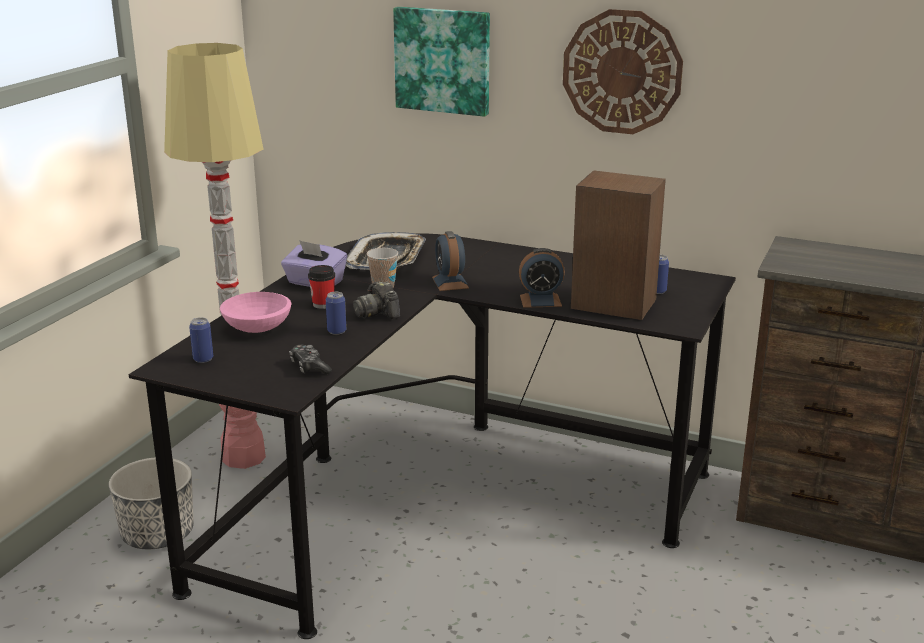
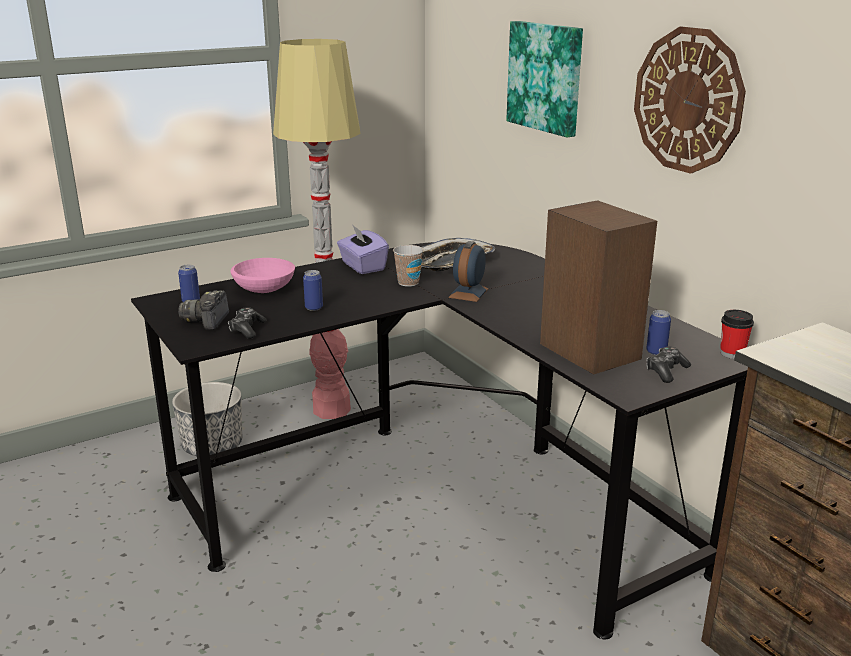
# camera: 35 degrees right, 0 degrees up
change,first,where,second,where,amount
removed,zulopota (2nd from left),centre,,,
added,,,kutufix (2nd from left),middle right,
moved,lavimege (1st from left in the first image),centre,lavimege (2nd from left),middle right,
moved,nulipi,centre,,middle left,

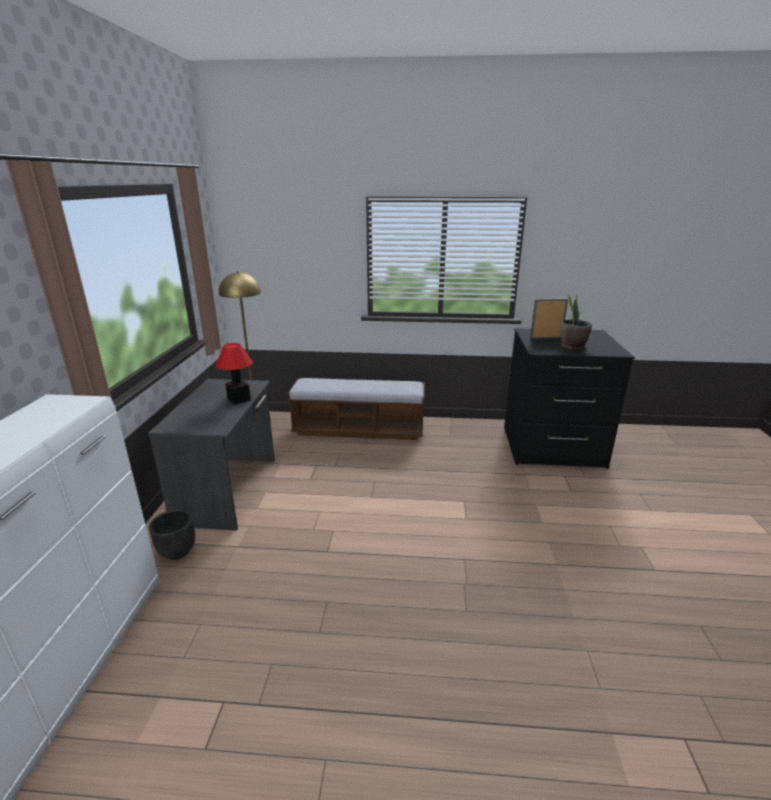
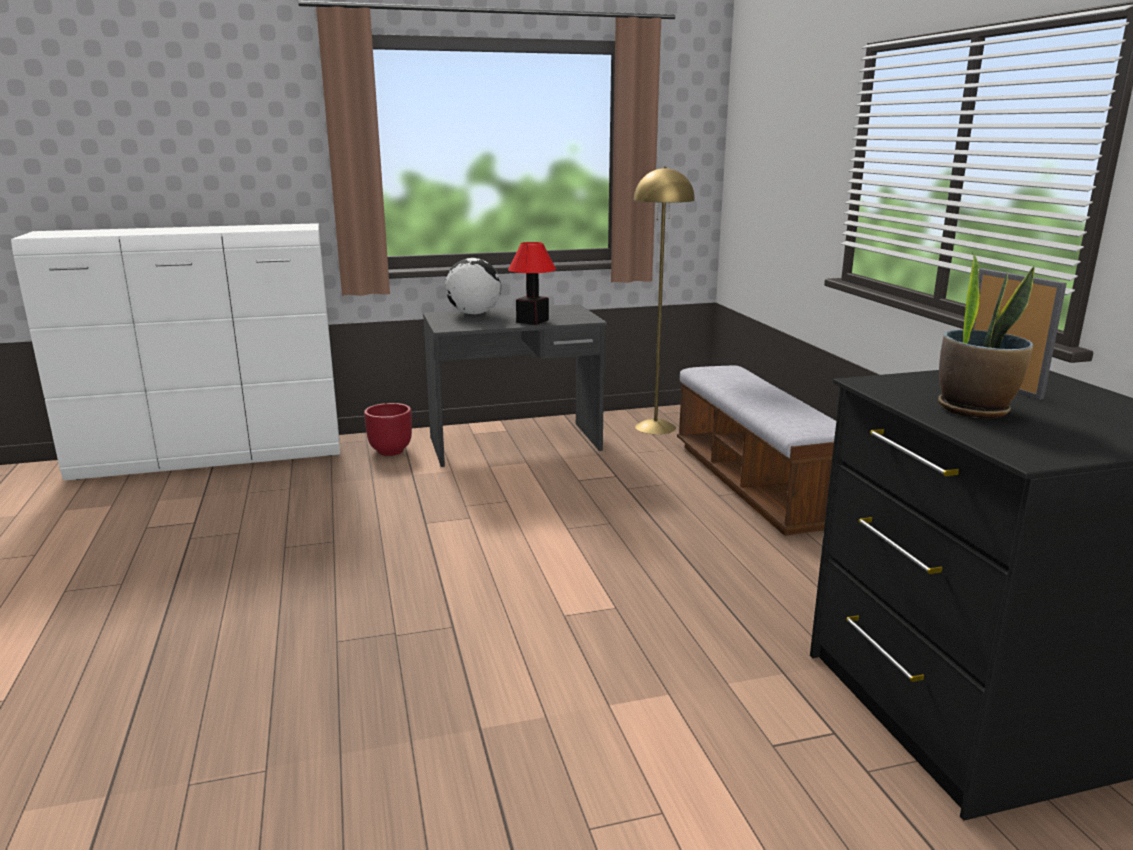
# camera: 70 degrees right, 5 degrees down
change,first,where,second,where,amount
added,,,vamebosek,centre,
recoloured,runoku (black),bottom left,runoku (red),centre,

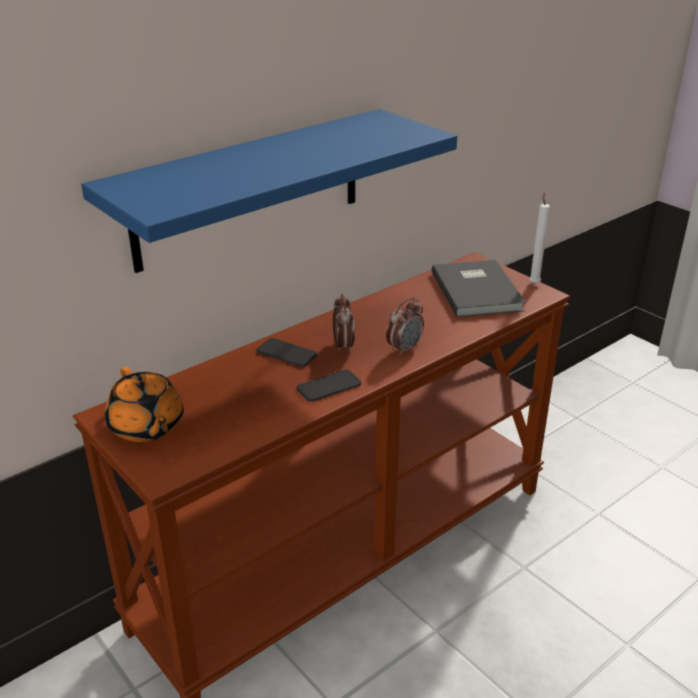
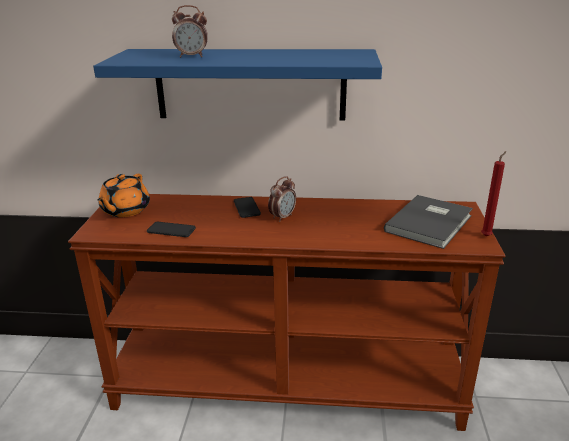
# camera: 45 degrees right, 5 degrees down
change,first,where,second,where,amount
moved,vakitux (2nd from left in the first image),centre,vakitux (1st from left),middle left,
moved,zulopota (2nd from left in the first image),centre,zulopota (1st from left),top centre,
recoloured,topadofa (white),middle right,topadofa (red),middle right,

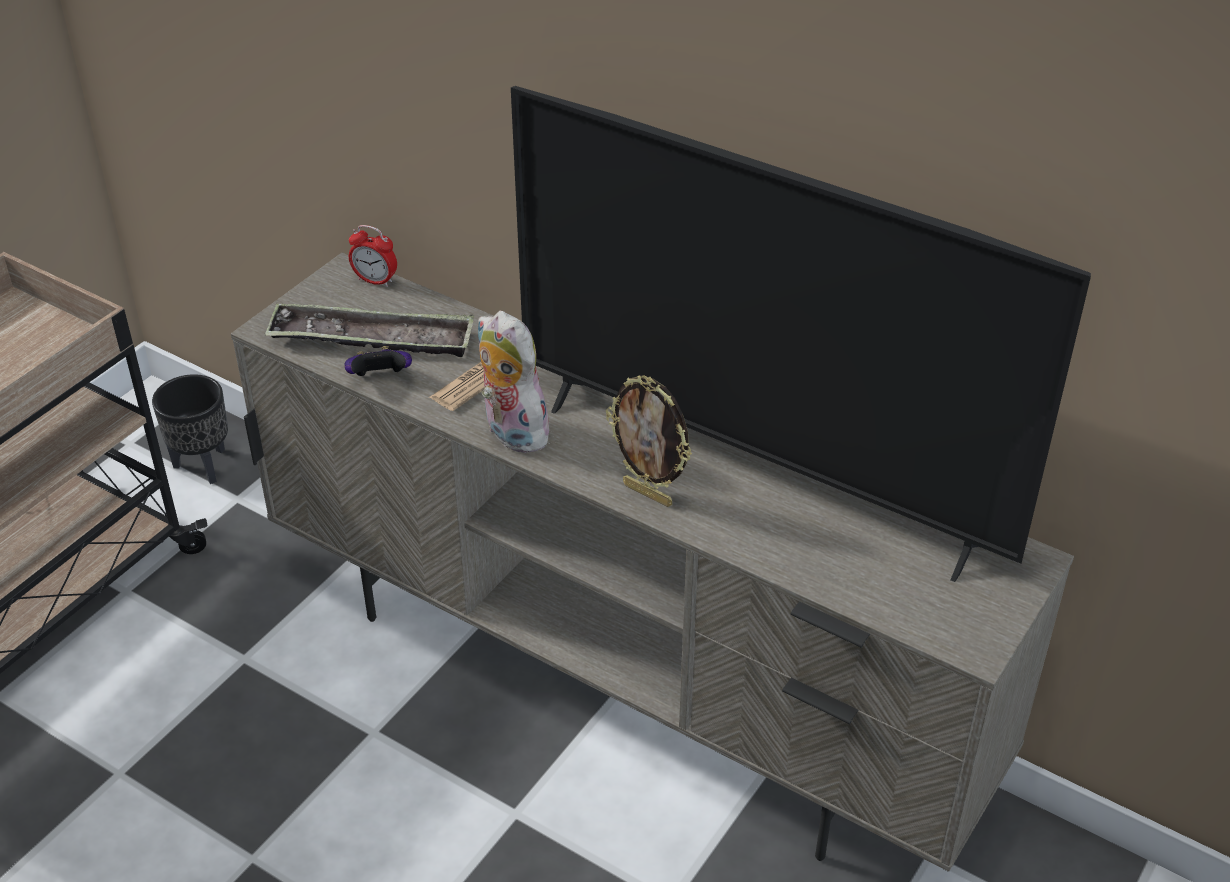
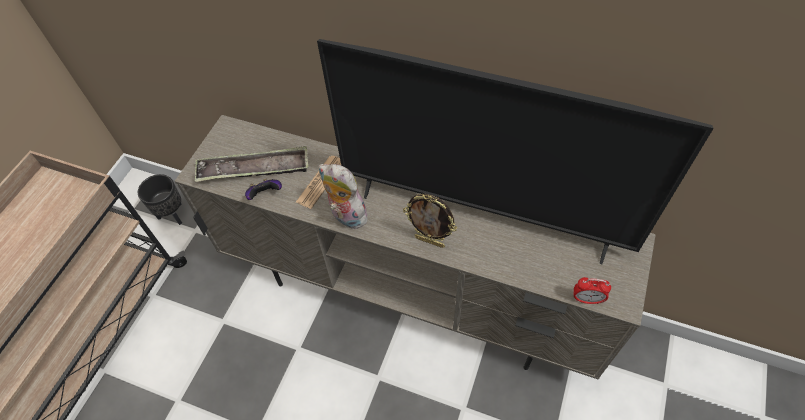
# camera: 10 degrees left, 15 degrees up
change,first,where,second,where,amount
moved,zulopota,top left,,bottom right,

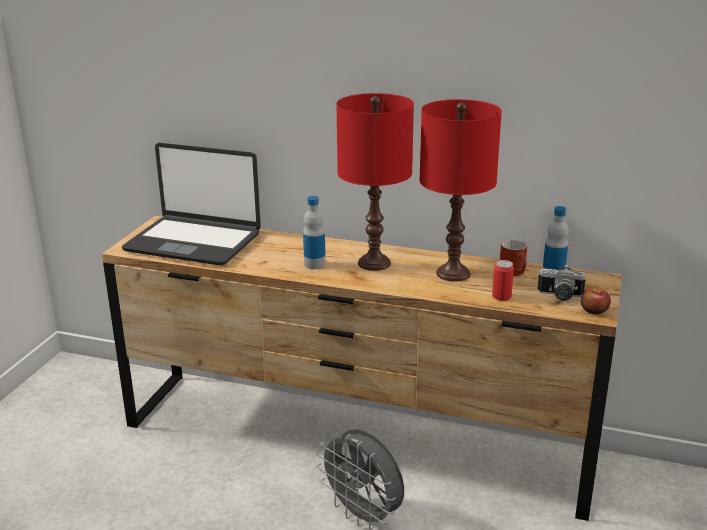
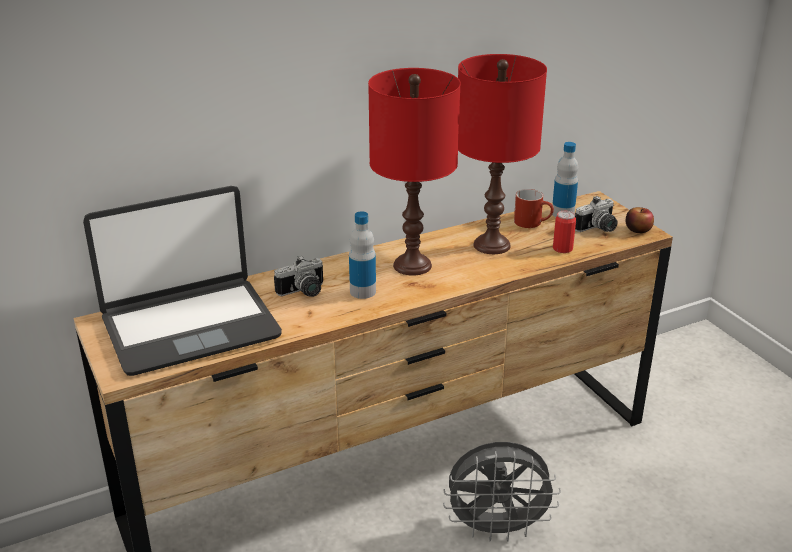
# camera: 45 degrees left, 5 degrees up
change,first,where,second,where,amount
added,,,nulipi (1st from left),centre,

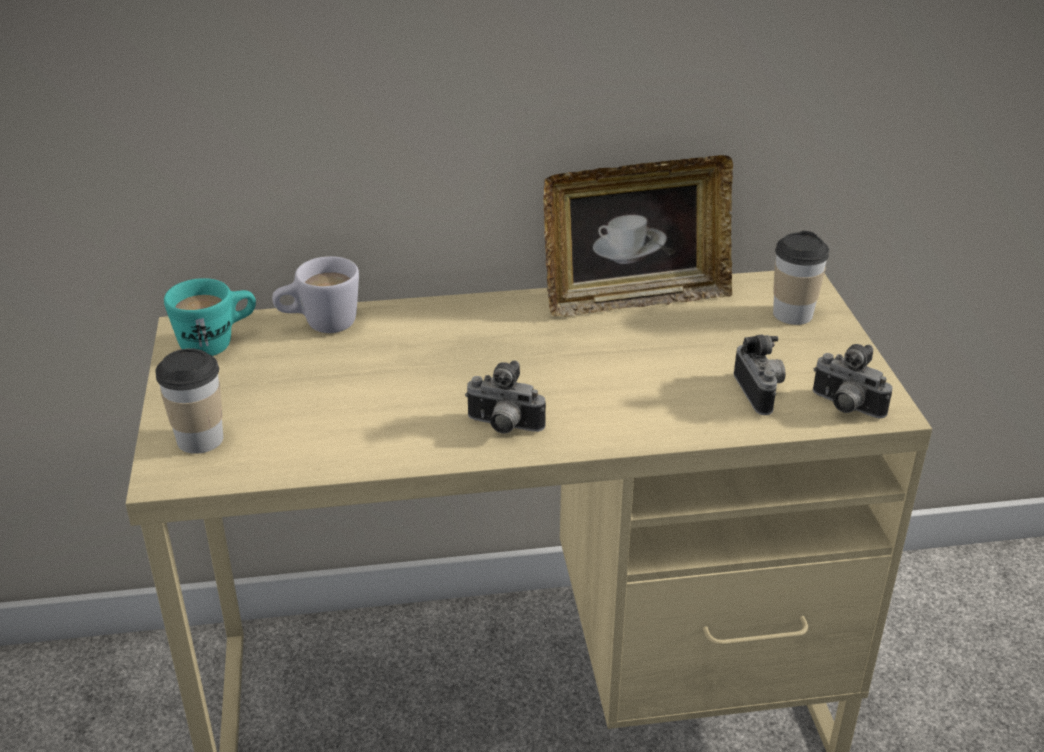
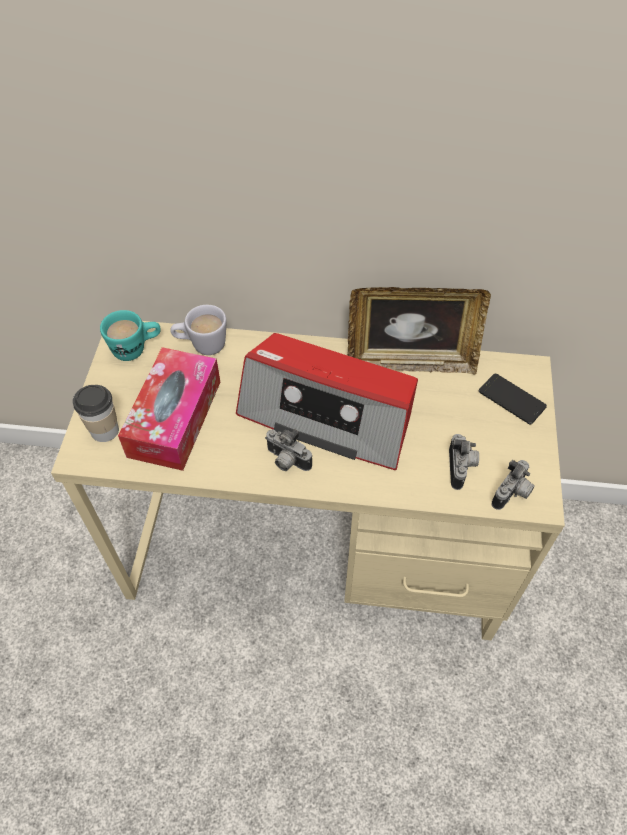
# camera: 15 degrees right, 20 degrees up
change,first,where,second,where,amount
added,,,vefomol,middle left,
added,,,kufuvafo,centre,
replaced,lavimege (2nd from left),middle right,vakitux,middle right,
turned,nulipi (3rd from left),middle right,,middle right,105 degrees counterclockwise

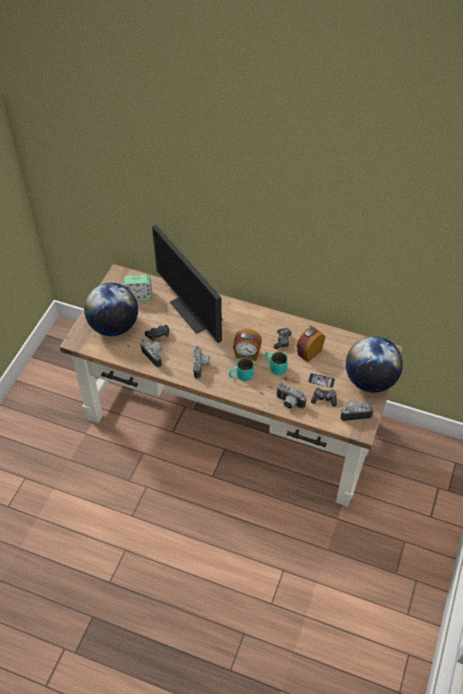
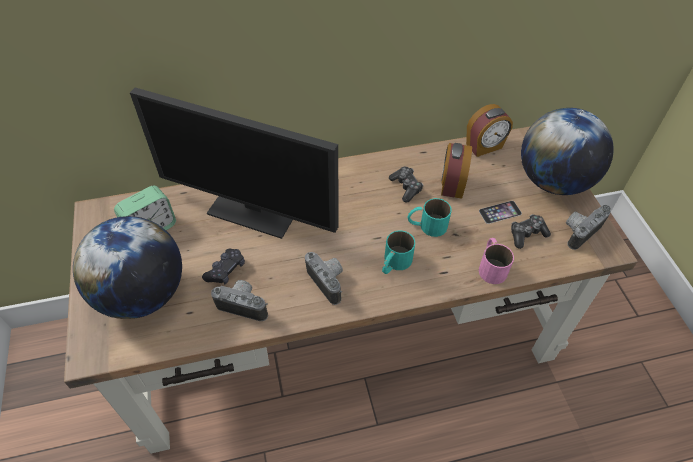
# camera: 35 degrees left, 0 degrees up
change,first,where,second,where,amount
moved,zulopota (2nd from left in the first image),centre,zulopota (3rd from left),top right,
replaced,nulipi (3rd from left),centre,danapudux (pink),middle right,

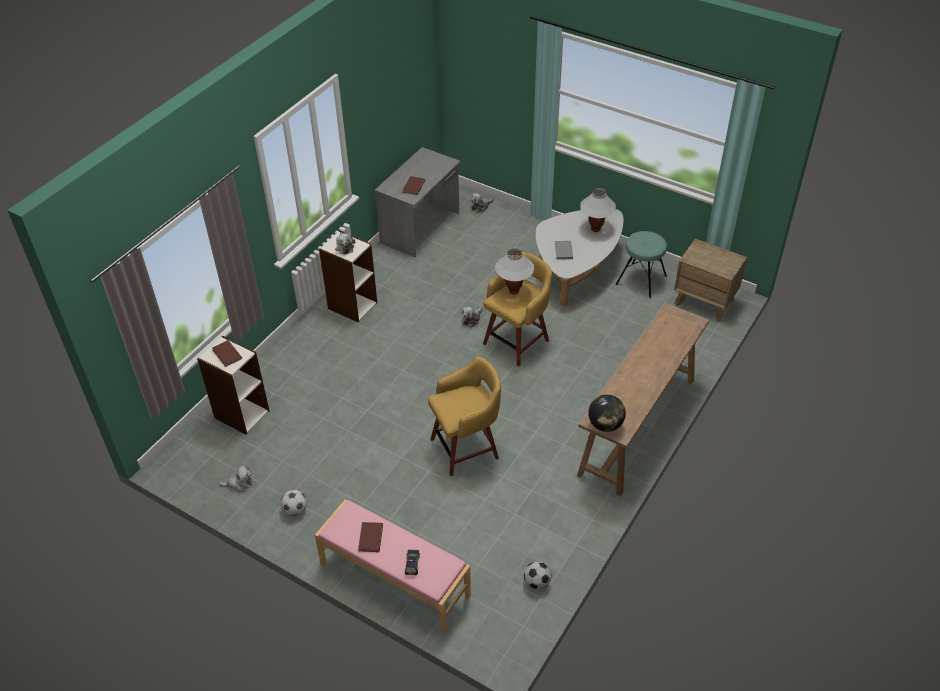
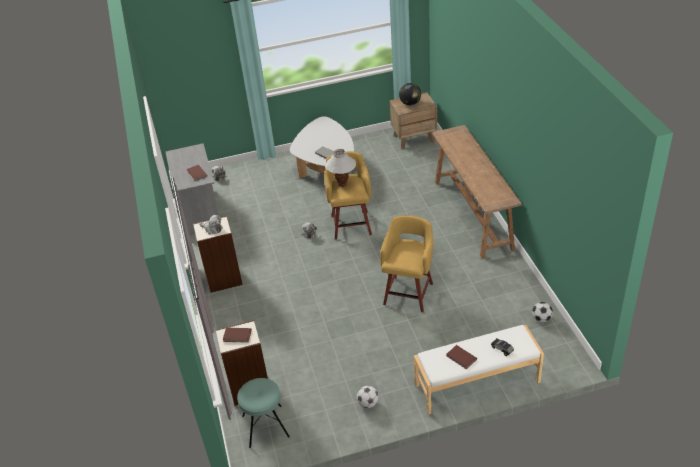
# camera: 45 degrees left, 5 degrees down
change,first,where,second,where,amount
removed,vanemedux (1st from left),bottom left,,,
removed,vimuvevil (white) (2nd from left),top centre,,,
moved,vamebosek,centre,,top centre,
moved,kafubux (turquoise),middle right,,bottom centre,
recoloured,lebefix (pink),bottom centre,lebefix (white),bottom right,

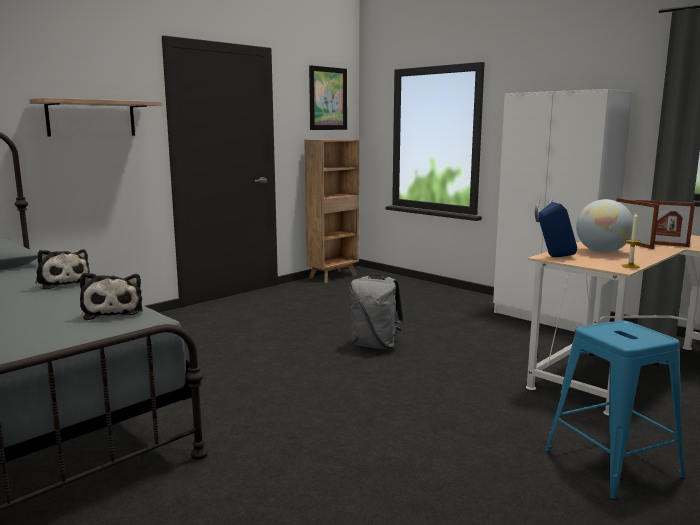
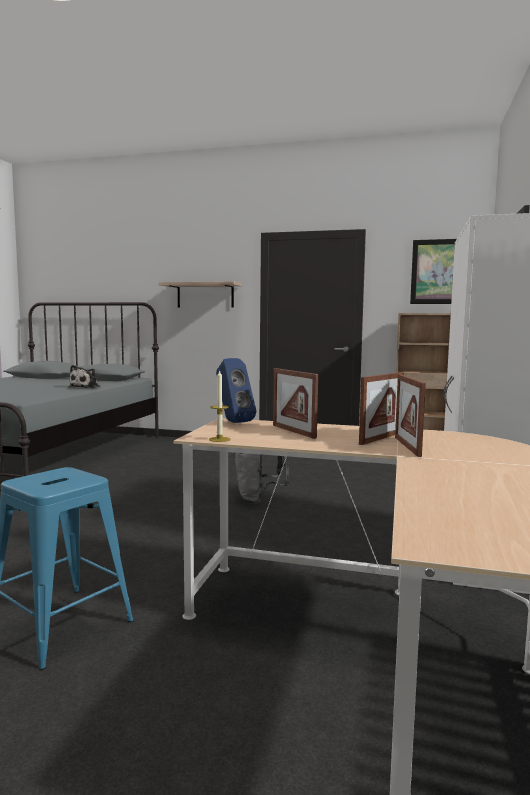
# camera: 60 degrees right, 5 degrees down
change,first,where,second,where,amount
removed,vanemedux (2nd from left),middle left,,,
replaced,vamebosek,middle right,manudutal (1st from left),centre,

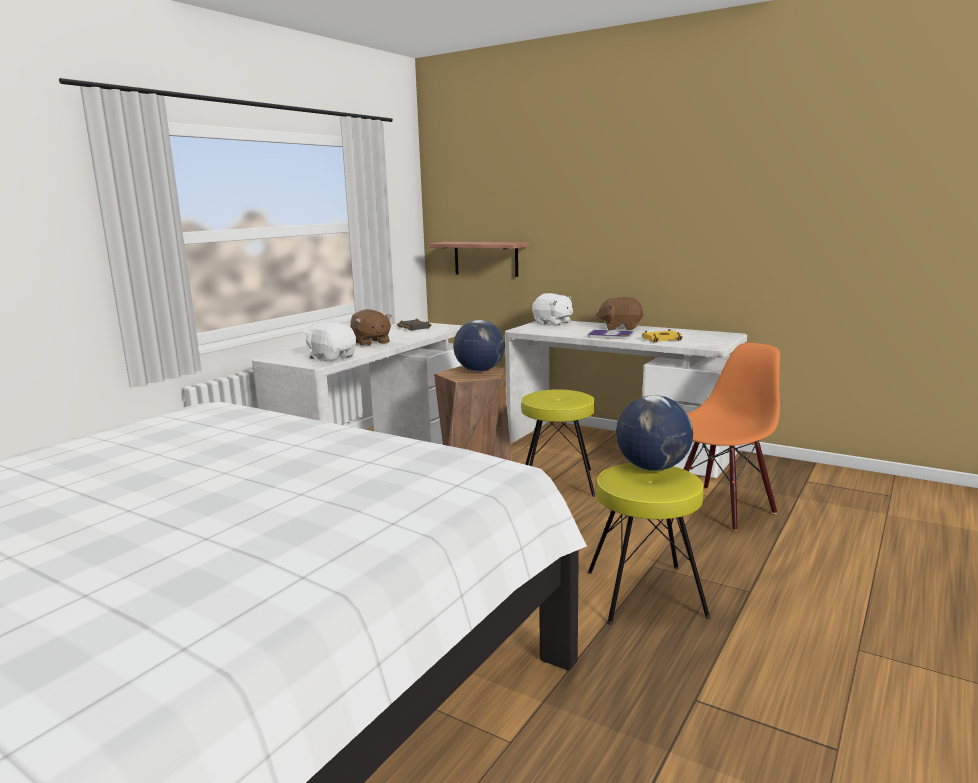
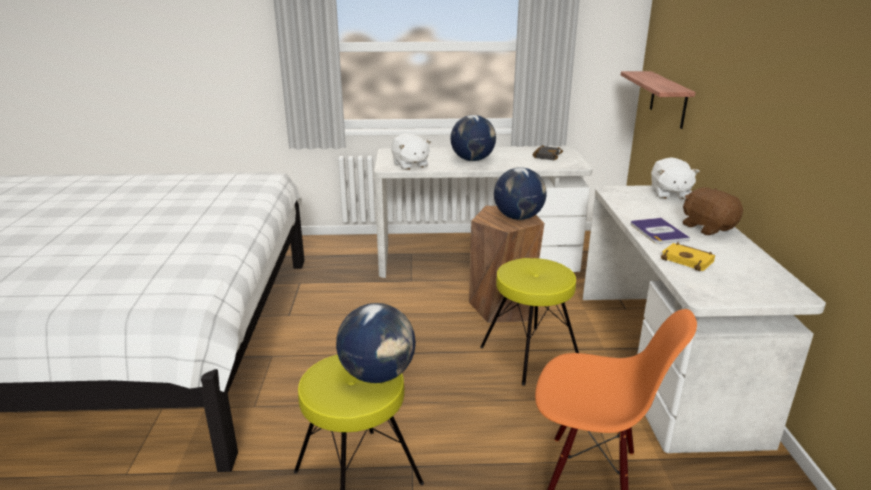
# camera: 55 degrees right, 10 degrees up
change,first,where,second,where,amount
replaced,vanemedux (brown) (1st from left),centre,vamebosek (2nd from left),top centre,
turned,vanemedux (white) (1st from left),centre,,top centre,150 degrees clockwise

